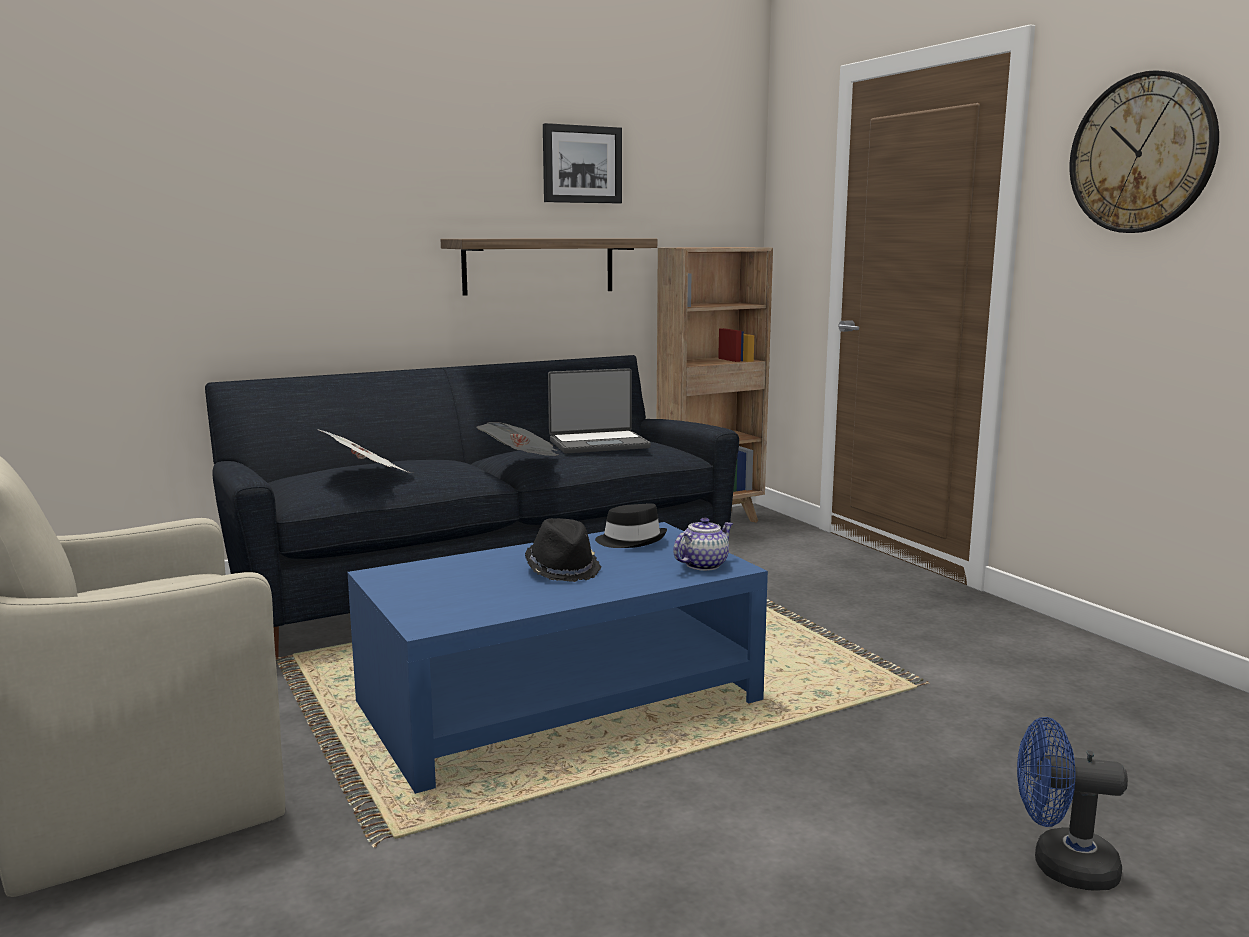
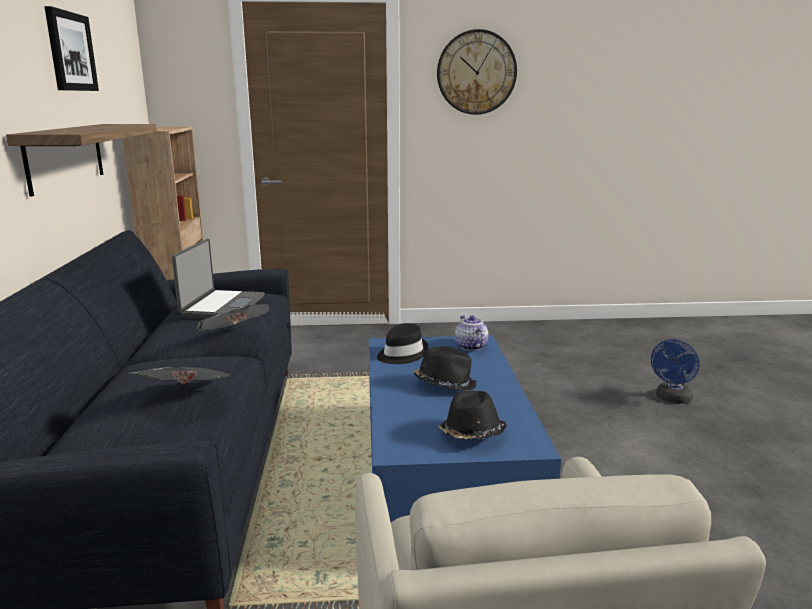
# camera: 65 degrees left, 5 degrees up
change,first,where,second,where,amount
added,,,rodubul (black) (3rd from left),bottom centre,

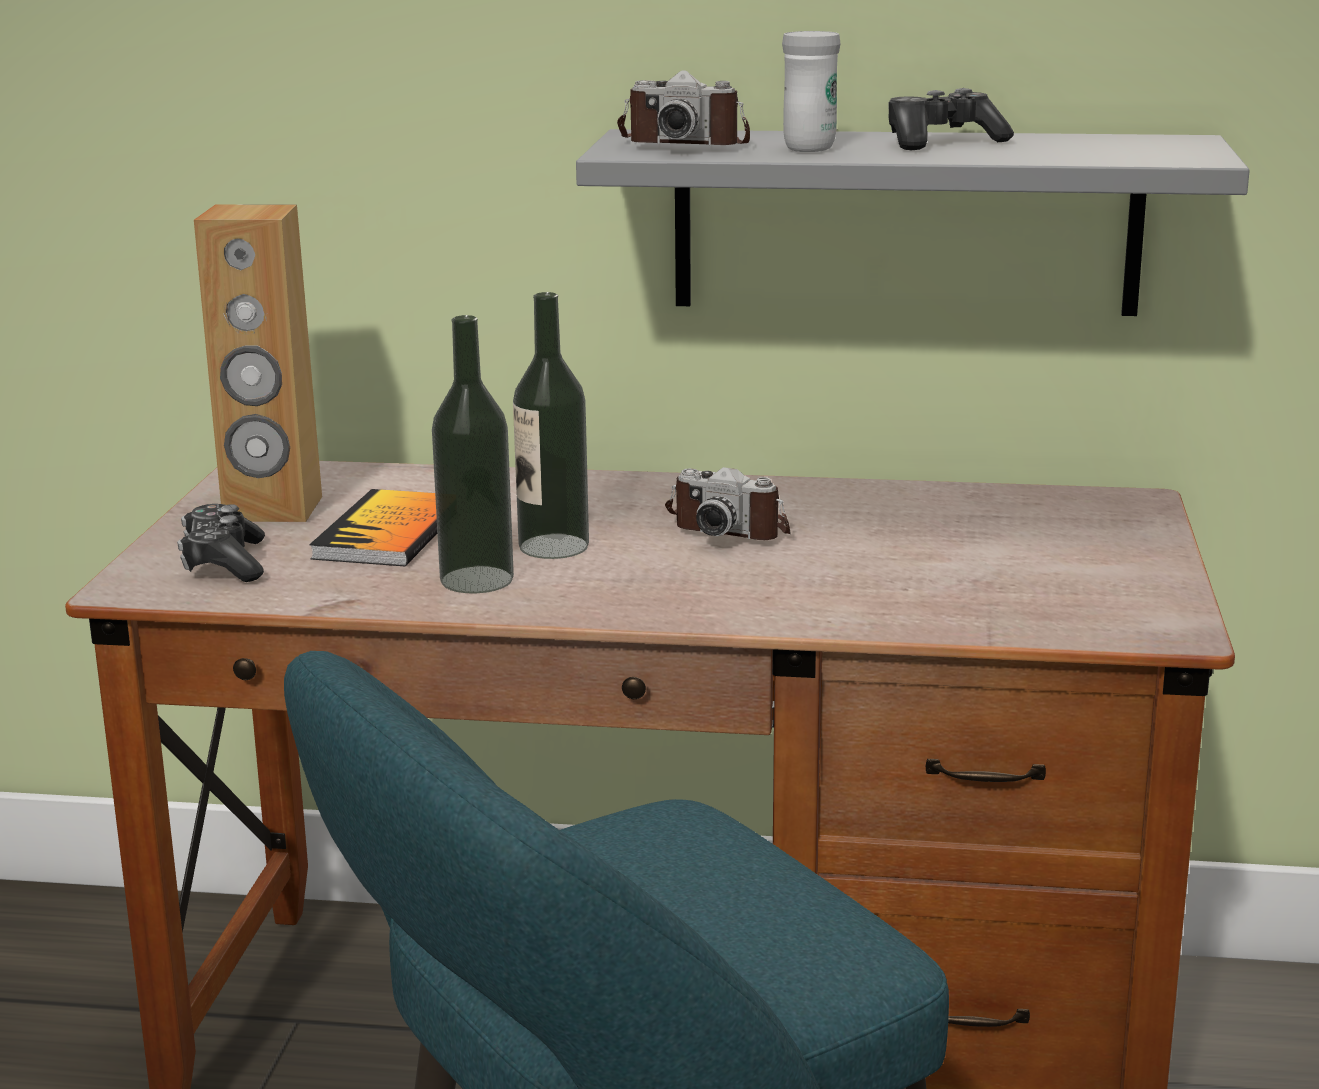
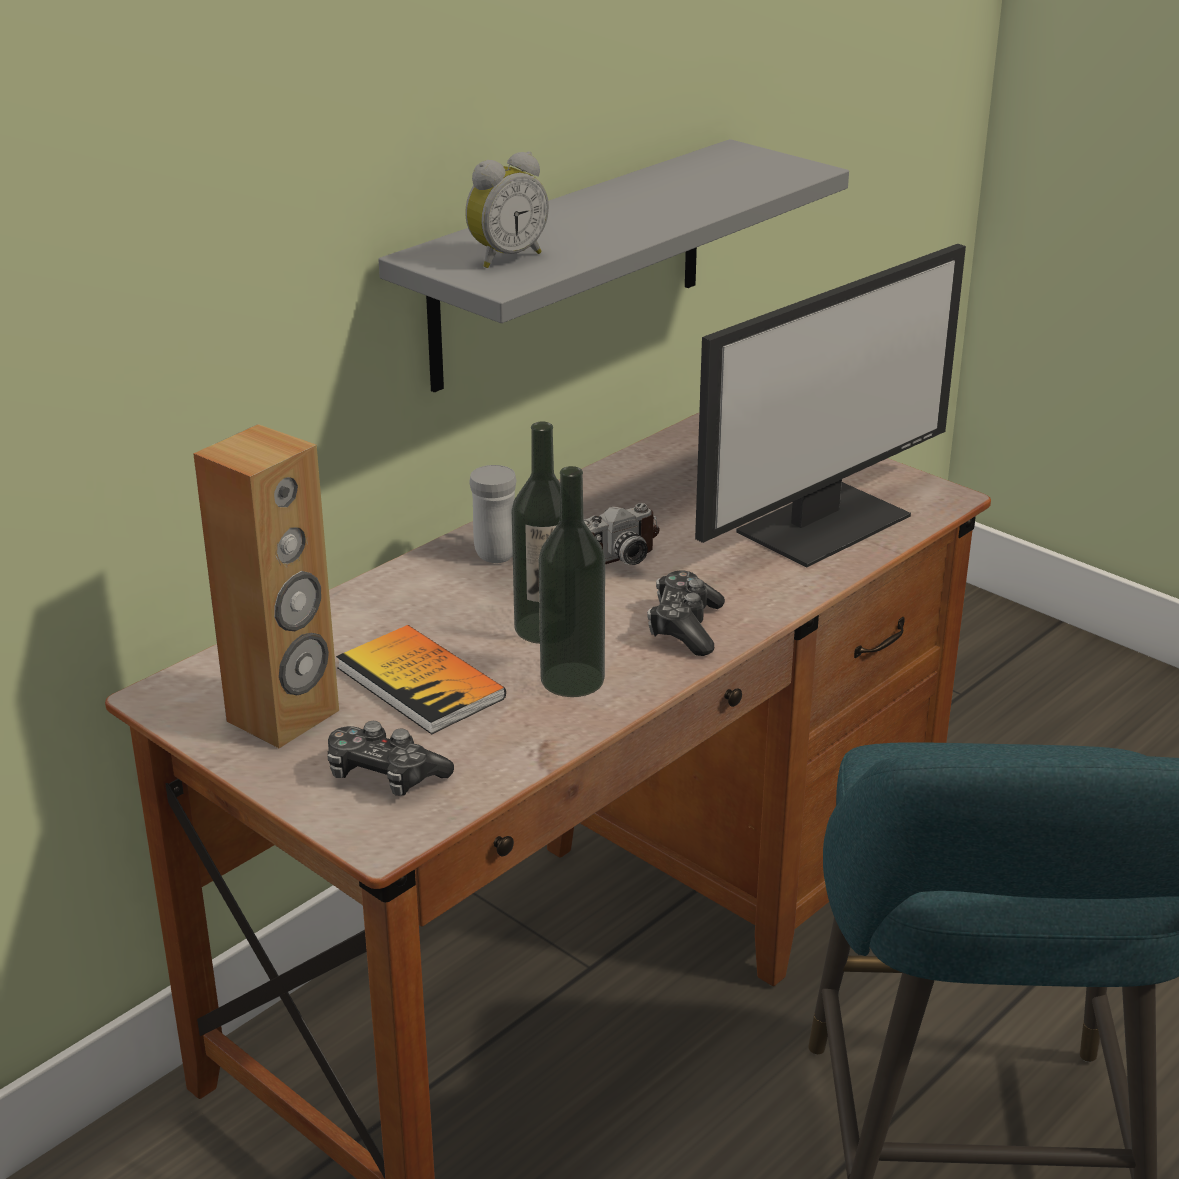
# camera: 55 degrees left, 10 degrees up
change,first,where,second,where,amount
added,,,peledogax,middle right,
moved,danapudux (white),top centre,,centre,
moved,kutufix (2nd from left),top right,,centre,
replaced,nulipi (1st from left),top centre,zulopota,top centre,

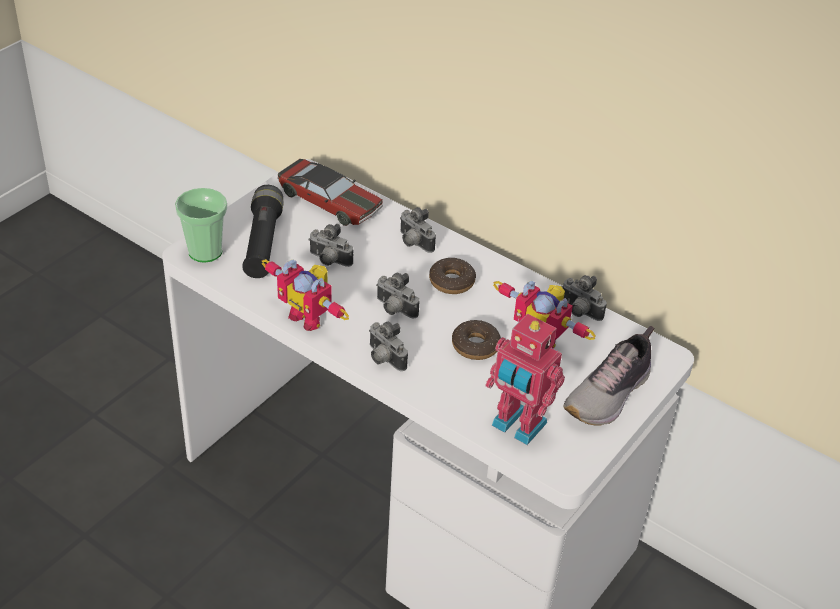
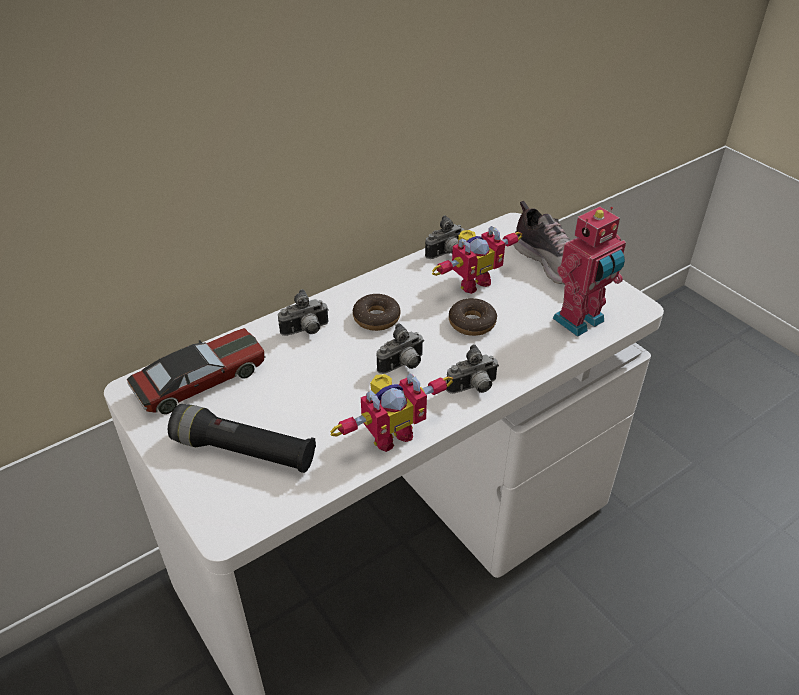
# camera: 70 degrees left, 0 degrees up
change,first,where,second,where,amount
removed,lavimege,middle left,,,
removed,nulipi (1st from left),centre,,,

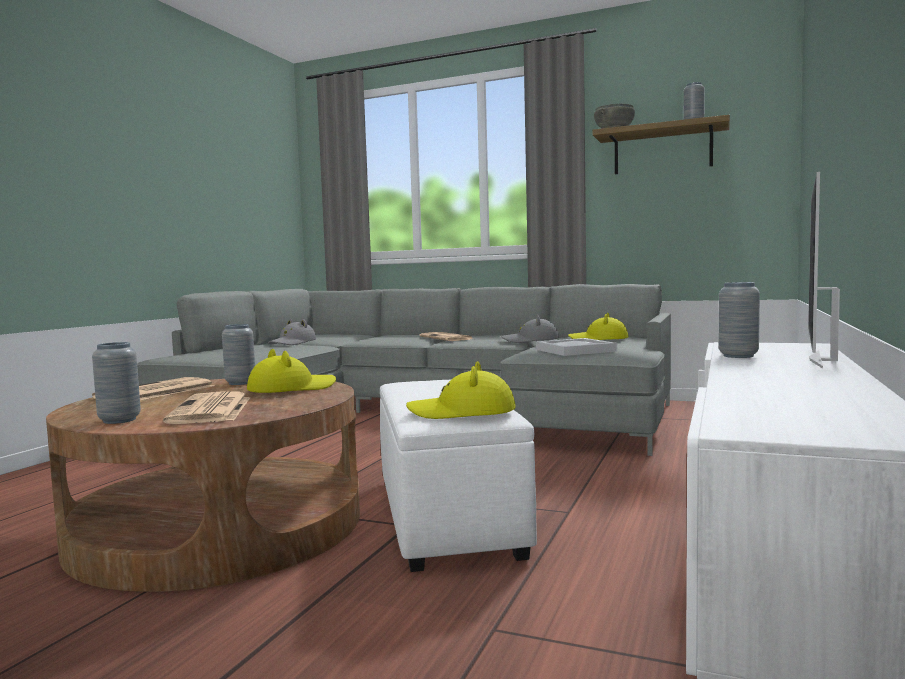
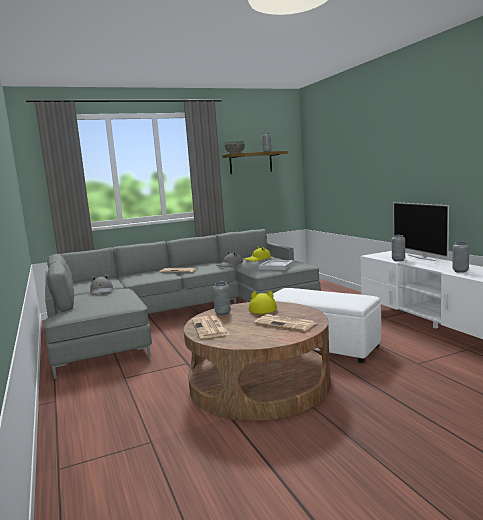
# camera: 45 degrees left, 5 degrees up
change,first,where,second,where,amount
removed,rodubul (yellow) (2nd from left),centre,,,
moved,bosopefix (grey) (1st from left in the first image),middle left,bosopefix (grey) (4th from left),middle right,

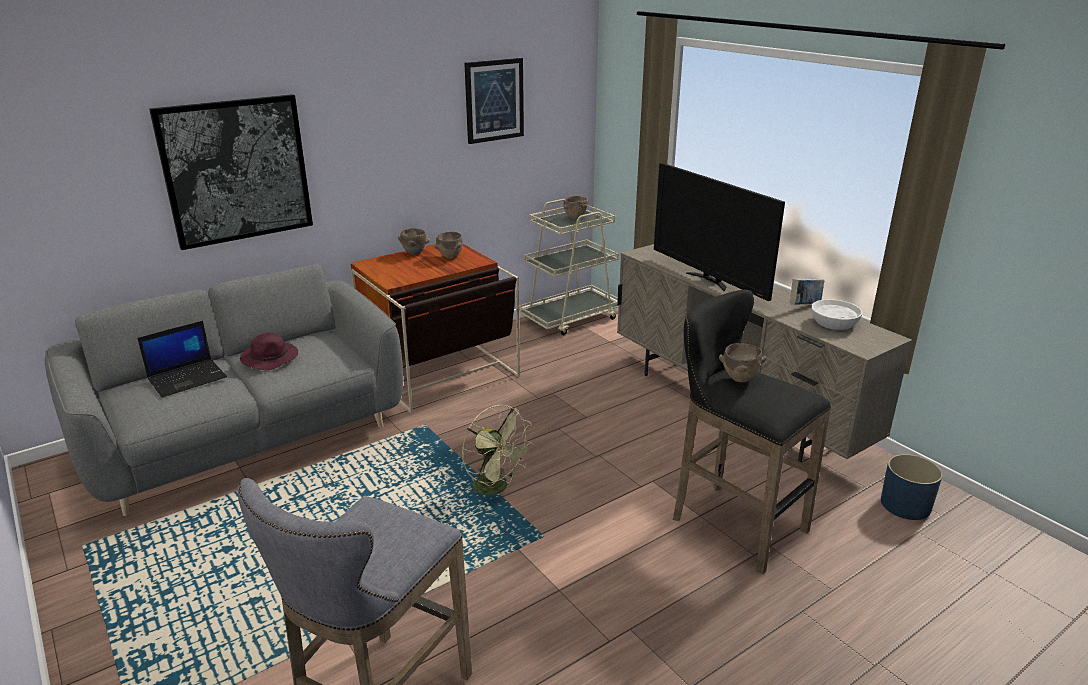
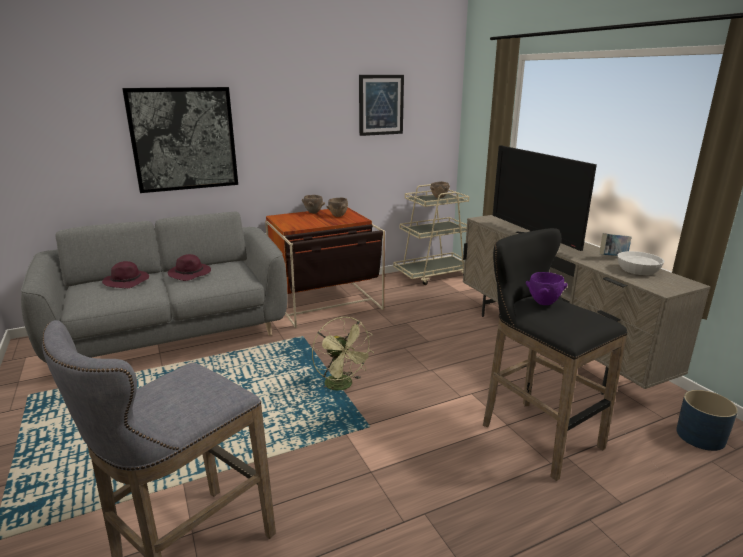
# camera: 10 degrees right, 5 degrees down
change,first,where,second,where,amount
replaced,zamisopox,middle left,rodubul (purple) (1st from left),middle left,
recoloured,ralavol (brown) (4th from left),middle right,ralavol (purple),middle right,

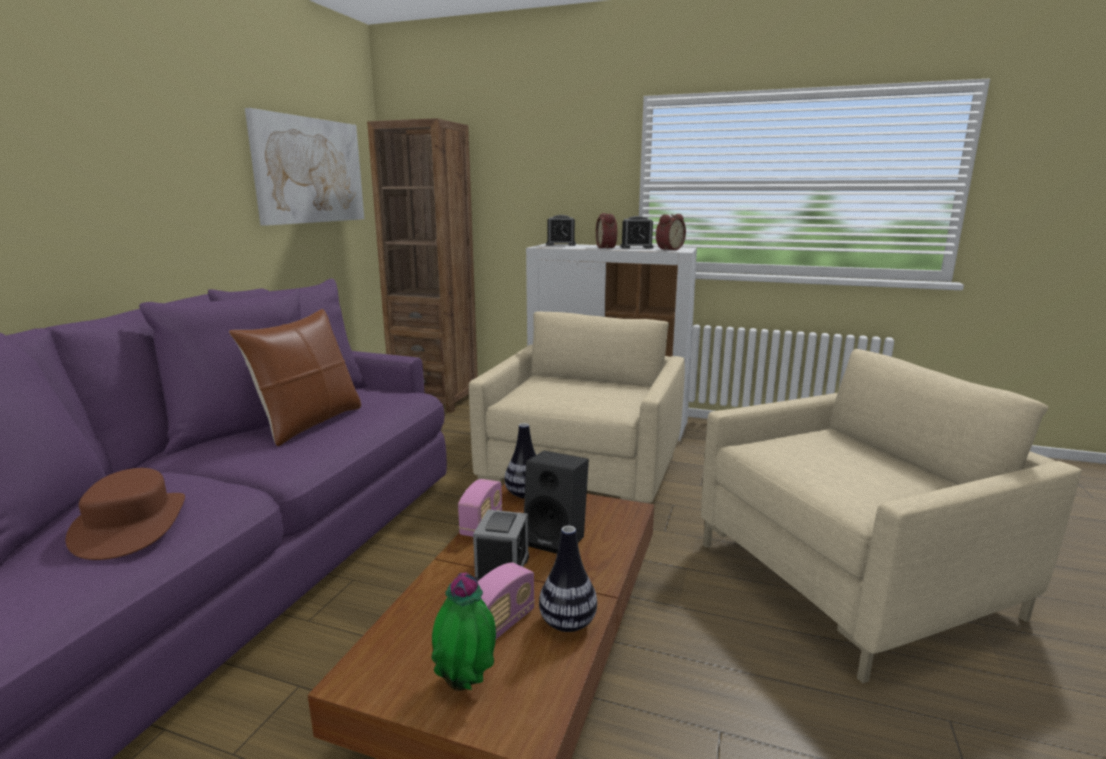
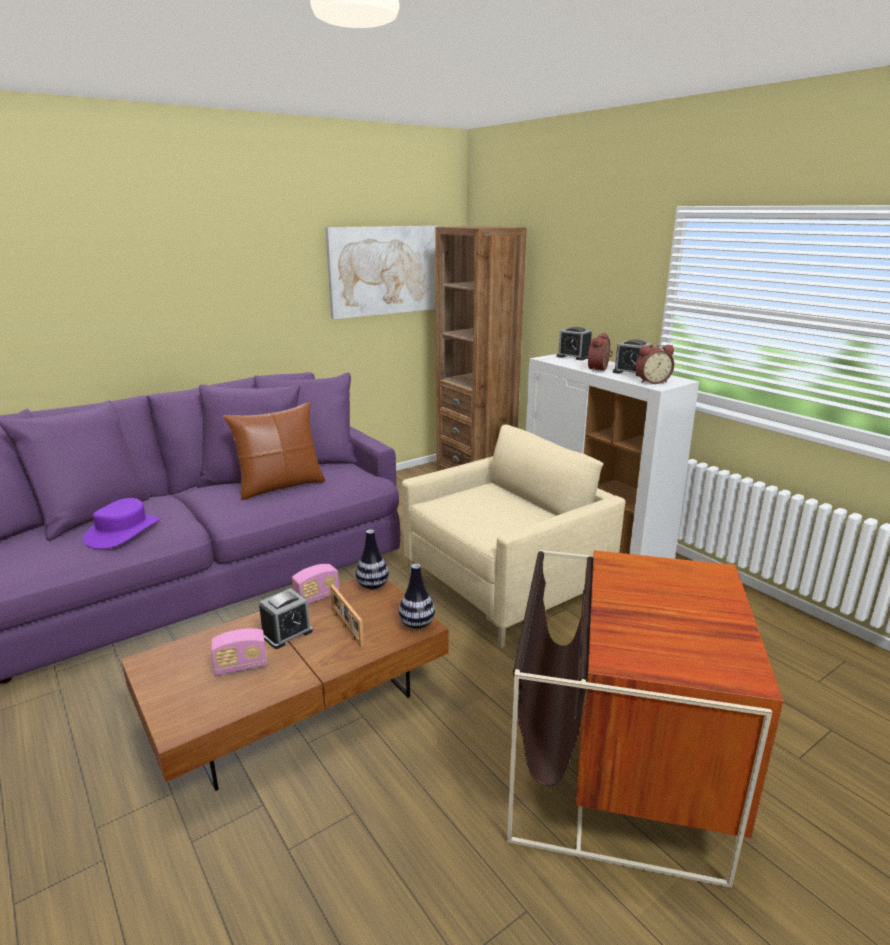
# camera: 35 degrees right, 5 degrees up
change,first,where,second,where,amount
removed,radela,bottom centre,,,
moved,bosopefix (2nd from left),bottom centre,,centre,
replaced,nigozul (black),centre,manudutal,centre,
replaced,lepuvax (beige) (2nd from left),bottom right,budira,bottom right,
recoloured,rodubul (brown),bottom left,rodubul (purple),middle left,

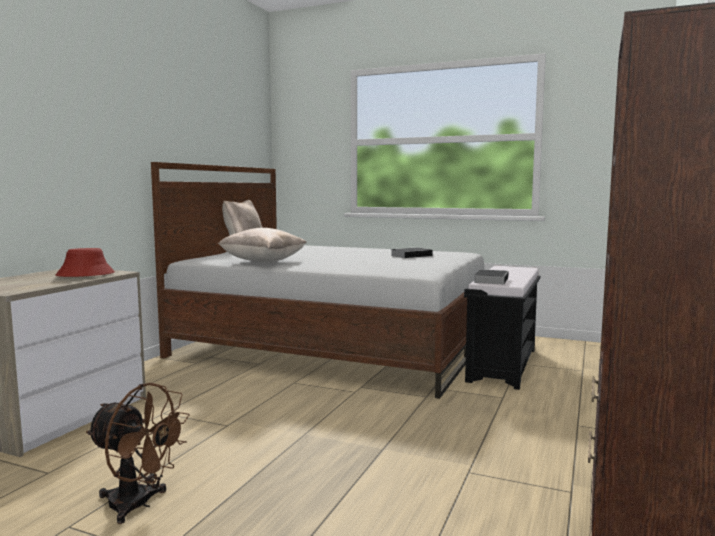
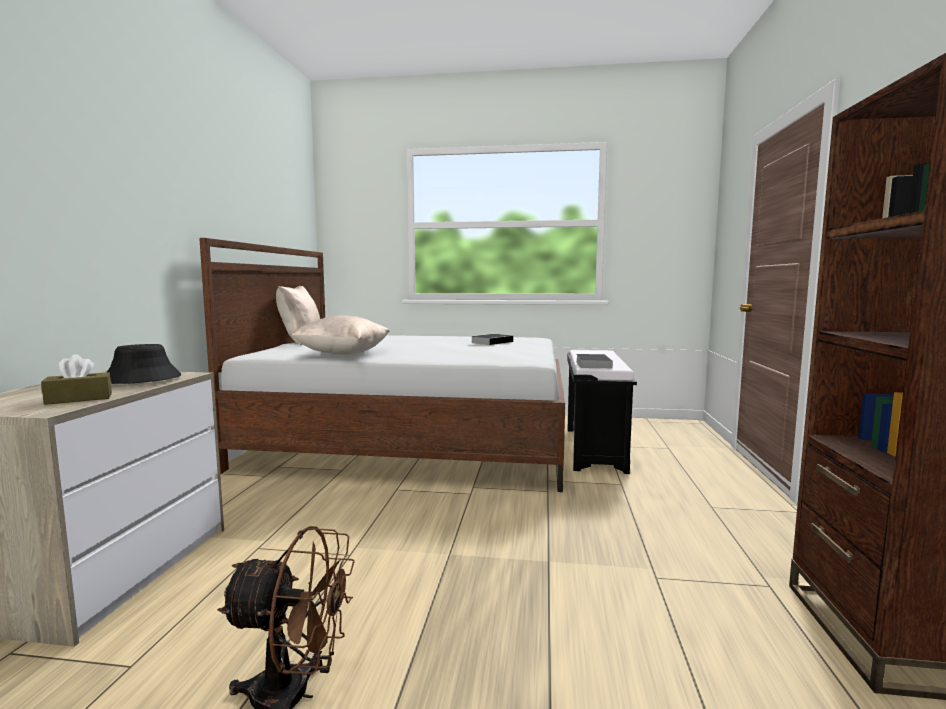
# camera: 15 degrees left, 0 degrees up
change,first,where,second,where,amount
added,,,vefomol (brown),middle left,
recoloured,rodubul (red),middle left,rodubul (black),middle left,

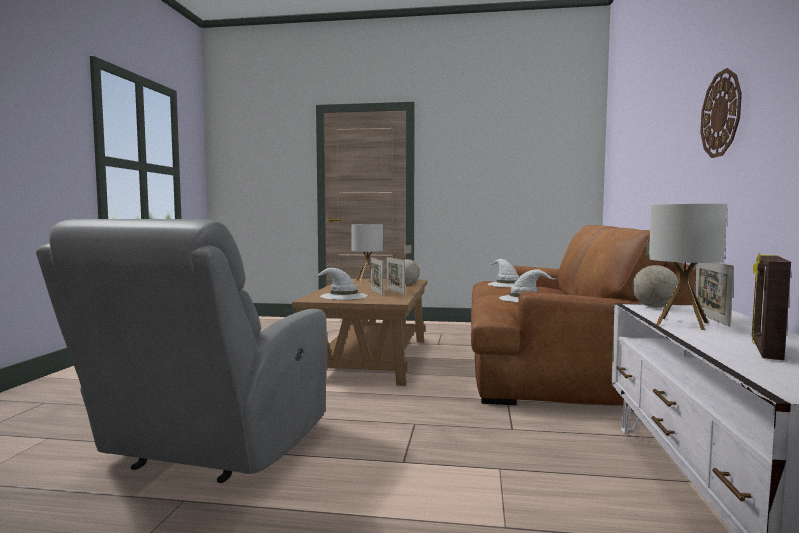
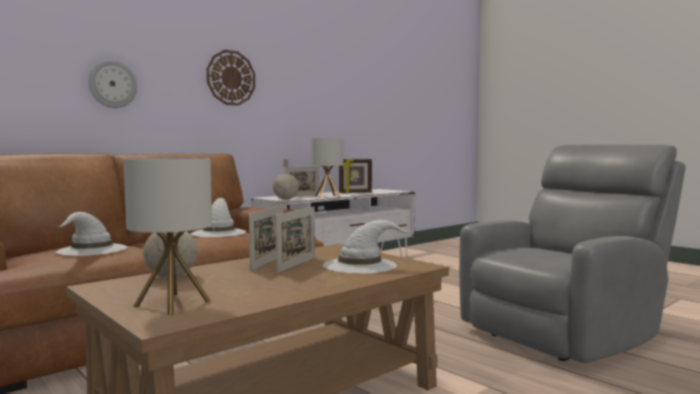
# camera: 140 degrees left, 0 degrees up
change,first,where,second,where,amount
added,,,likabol (1st from left),top left,

